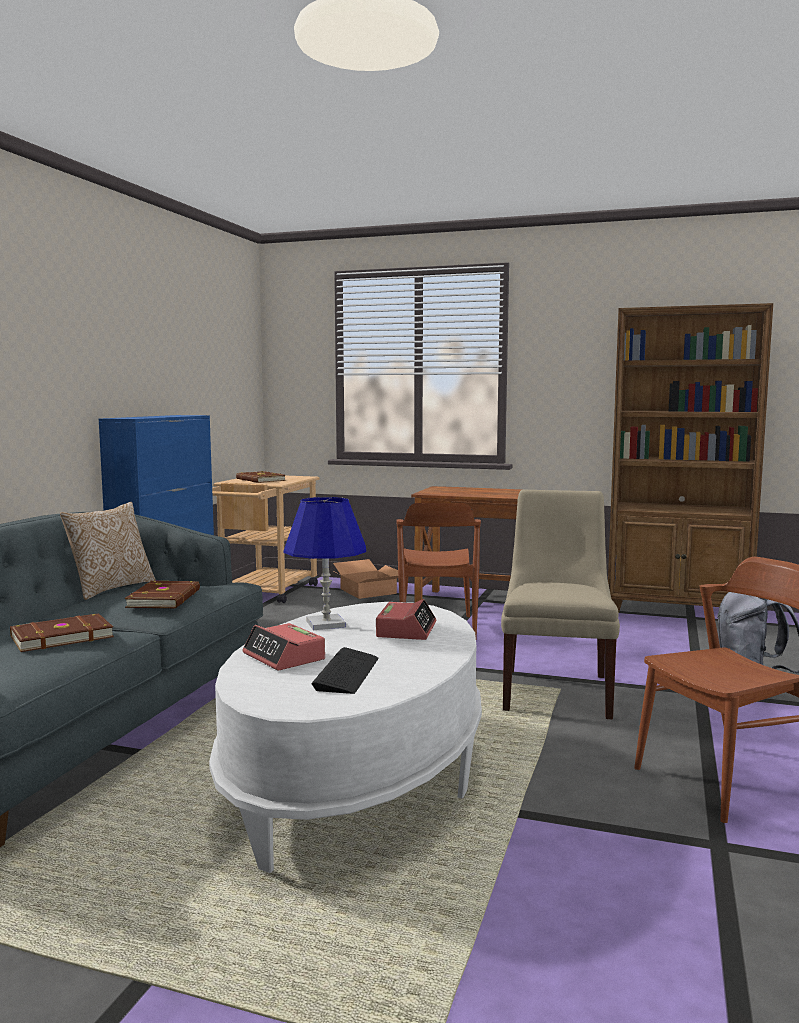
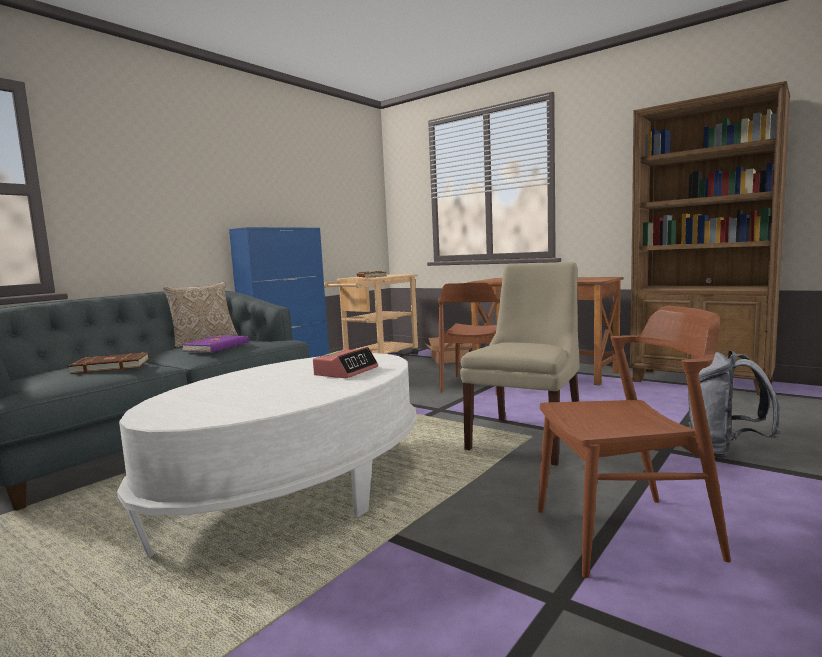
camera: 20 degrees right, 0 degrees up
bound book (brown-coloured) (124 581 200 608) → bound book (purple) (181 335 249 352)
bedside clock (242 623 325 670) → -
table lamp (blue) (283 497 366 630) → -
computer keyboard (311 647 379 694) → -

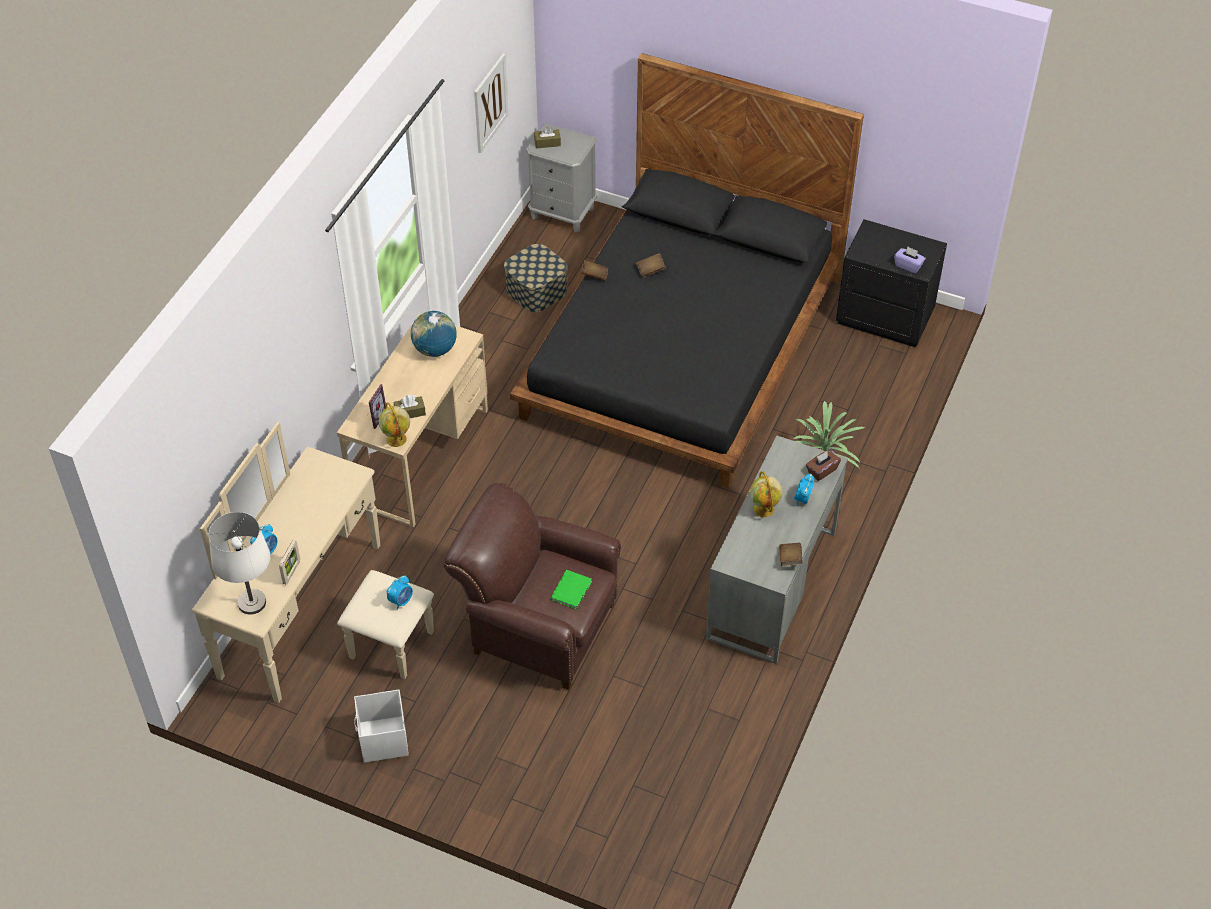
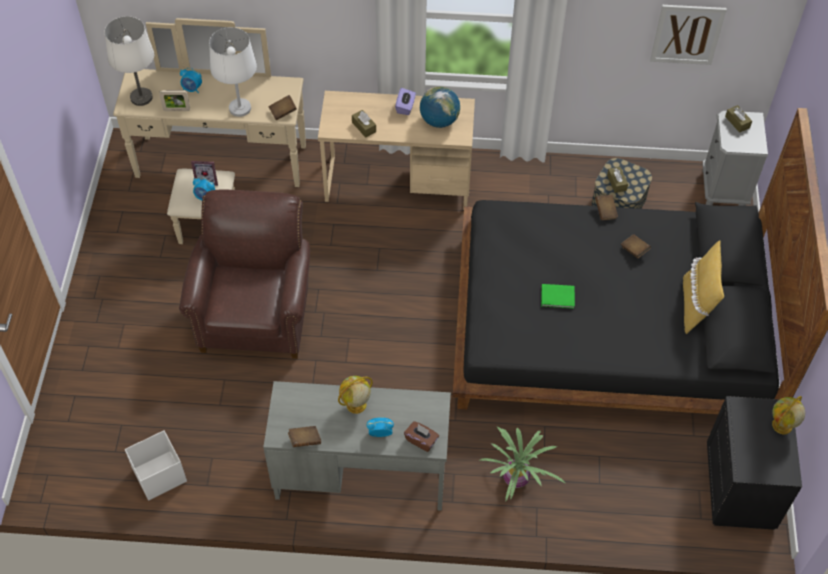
camera: 70 degrees right, 5 degrees up
storage box (whitish) (354 690 409 763) → storage box (whitish) (125 430 187 501), move
standing frame (369 384 386 429) → standing frame (191 161 218 186), move
globe (379 402 410 447) → globe (772 396 805 434), move
bound book (green-coloured) (551 570 592 610) → bound book (green-coloured) (541 284 575 309), move
tissue box (purple) (894 246 926 274) → tissue box (purple) (395 88 416 115), move
- → table lamp (whitish) (209 27 257 117)
- → bound book (brown-coloured) (269 95 297 120)
- → tissue box (brown-coloured) (607 167 628 193)
- → pillow (yellow) (683 240 724 334)

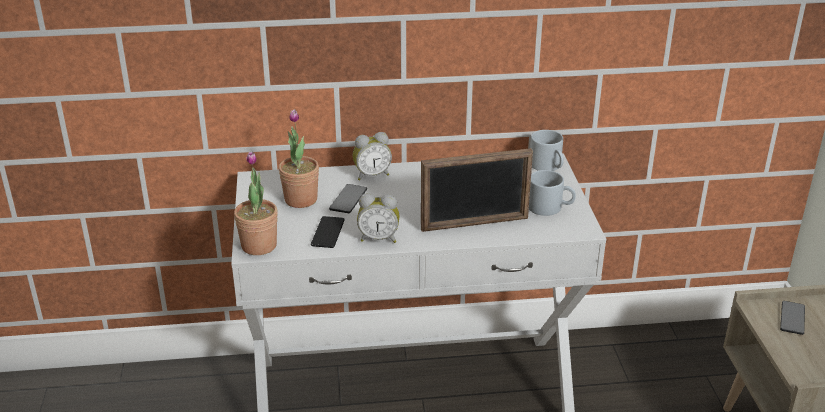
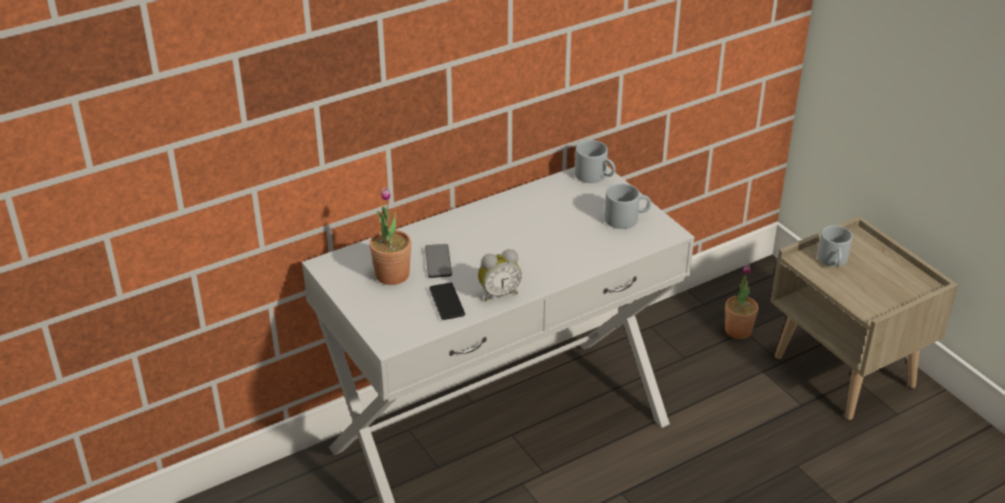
camera: 25 degrees left, 5 degrees up
houseplant (234 151 278 255) → houseplant (725 265 758 339), move
bedside clock (353 132 392 181) → -
standing frame (421 148 533 232) → -
handset (780 301 805 335) → coffee mug (greyish) (817 225 852 267)

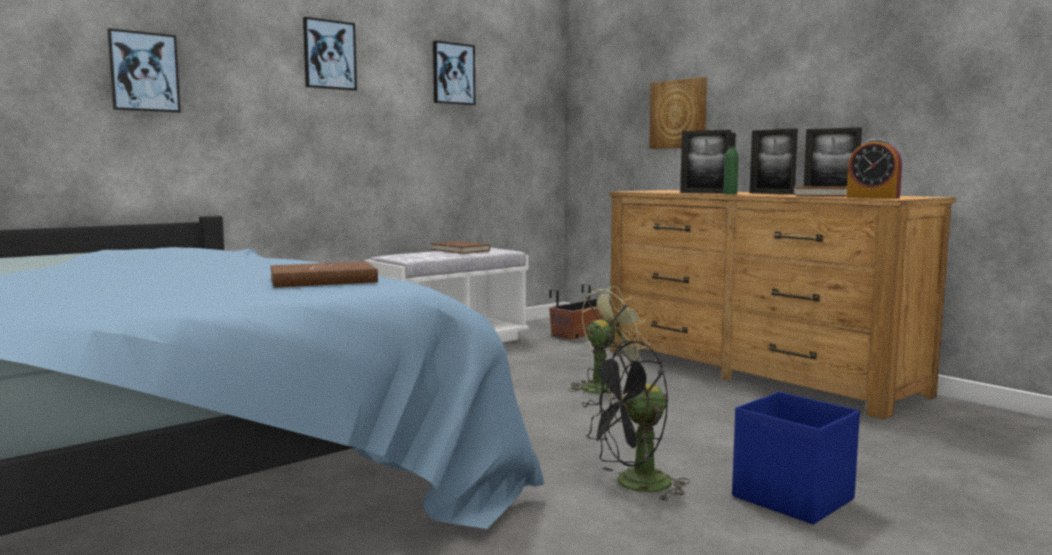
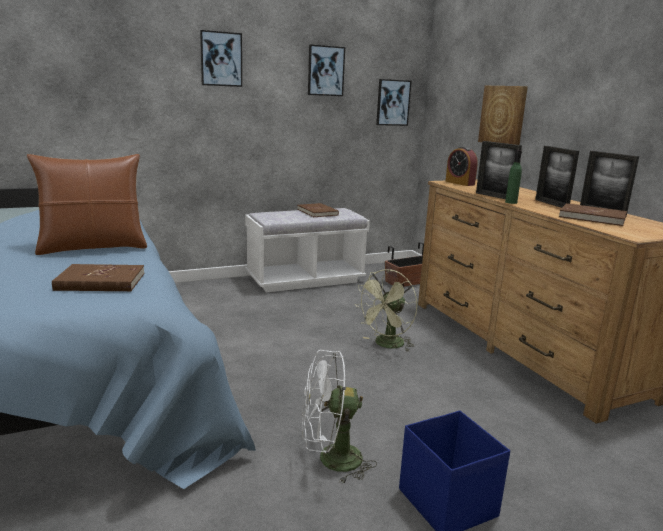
camera: 15 degrees right, 10 degrees up
wall picture (107 28 181 113) → wall picture (376 79 412 126), move
fan (green-coloured) (569 286 650 394) → fan (green-coloured) (355 269 417 351), 150 degrees clockwise
fan (blackish) (582 341 690 501) → fan (whitish) (302 350 377 483)
bedside clock (846 139 902 199) → bedside clock (445 147 478 186), move
- → pillow (brown-coloured) (27 154 147 255)

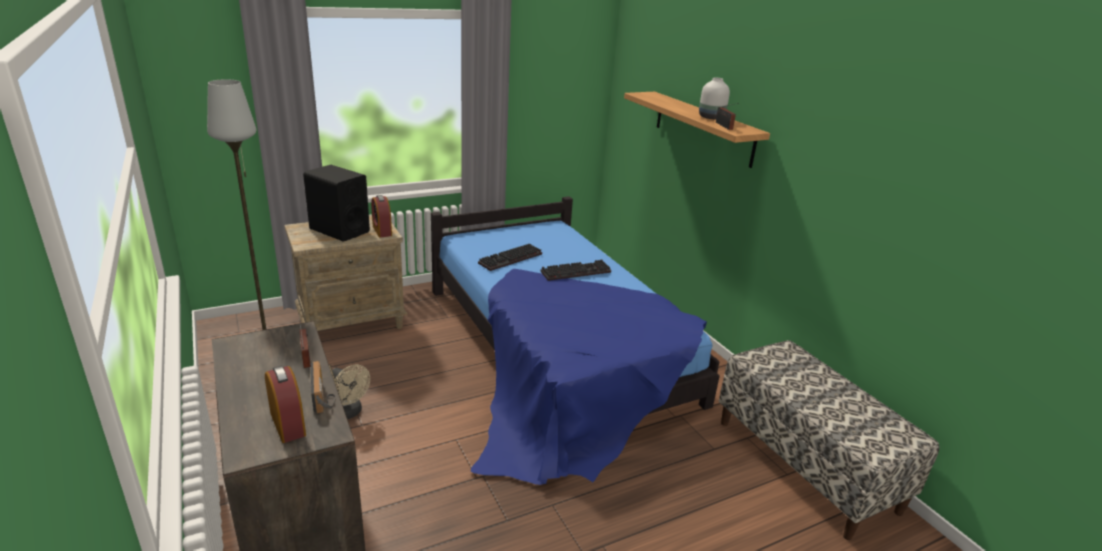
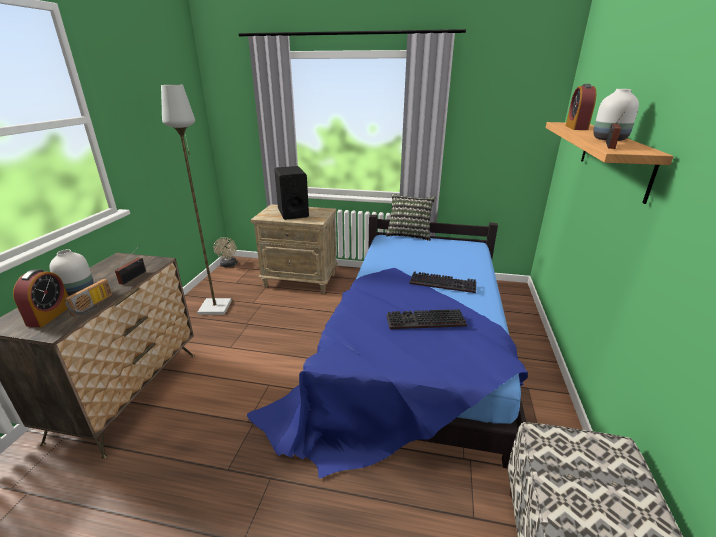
camera: 40 degrees right, 0 degrees up
fan (sand-coloured) (332 365 370 419) → fan (sand-coloured) (213 237 237 267), move
bedside clock (371 195 392 238) → bedside clock (566 84 596 130), move
computer keyboard (478 244 542 271) → computer keyboard (387 309 467 329), move
- → vase (whitish) (50 249 93 296)
- → pillow (386 194 436 241)

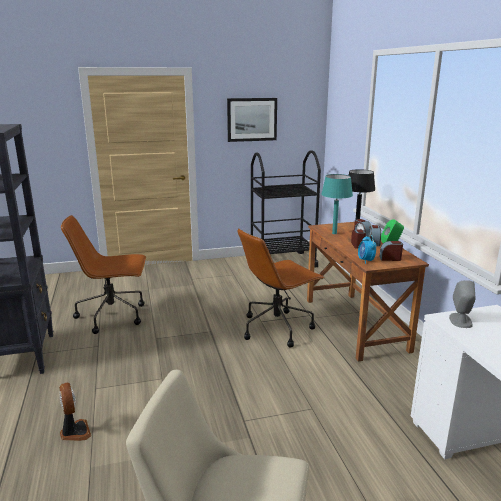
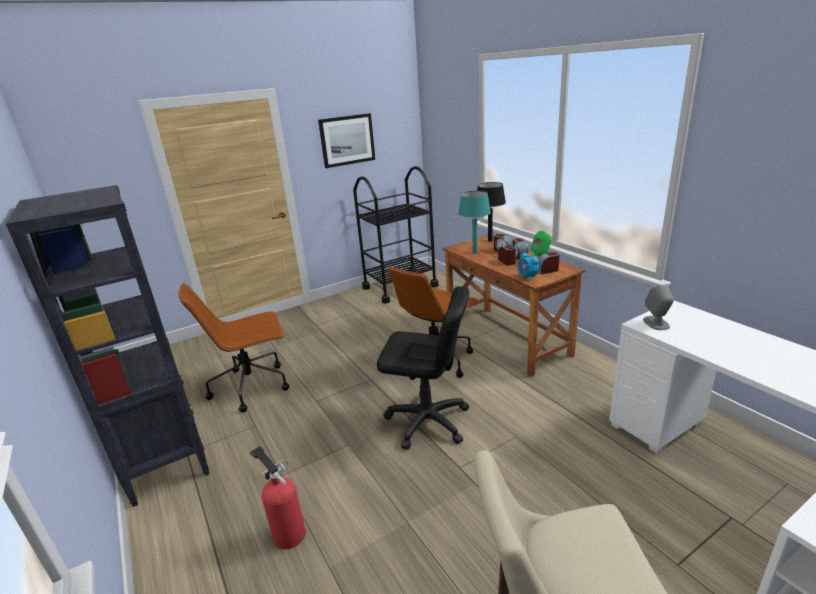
camera: 15 degrees left, 5 degrees up
fan (59 383 91 441) → fire-fighting cylinder (250 446 306 549)
- → office chair (blackish) (377 286 469 450)

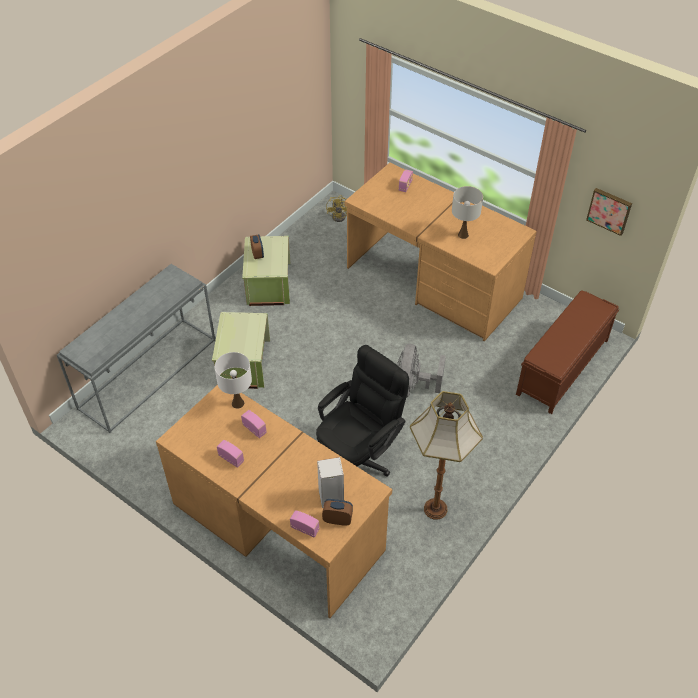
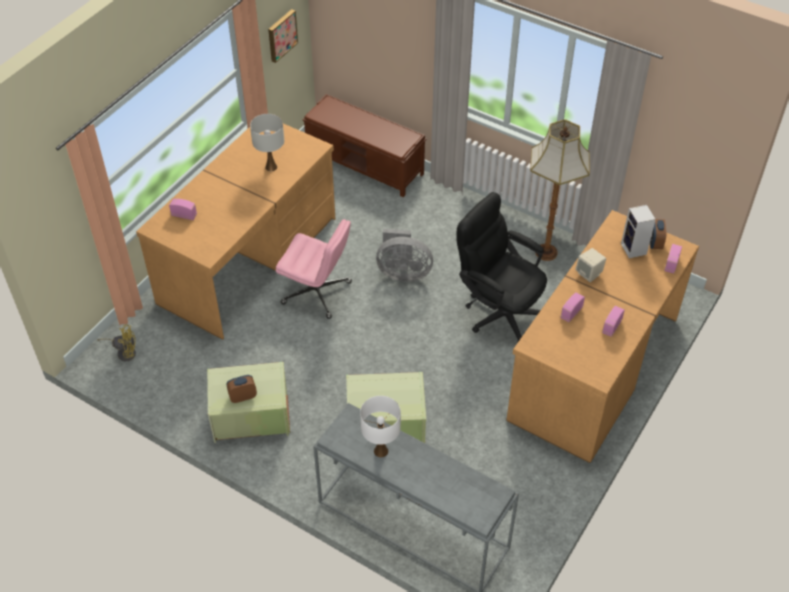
camera: 95 degrees left, 0 degrees up
table lamp (whitish) (215 352 252 409) → table lamp (whitish) (360 396 401 458), move
- → office chair (pinkish) (276 219 352 319)
- → audio speaker (sand-coloured) (575 248 606 282)

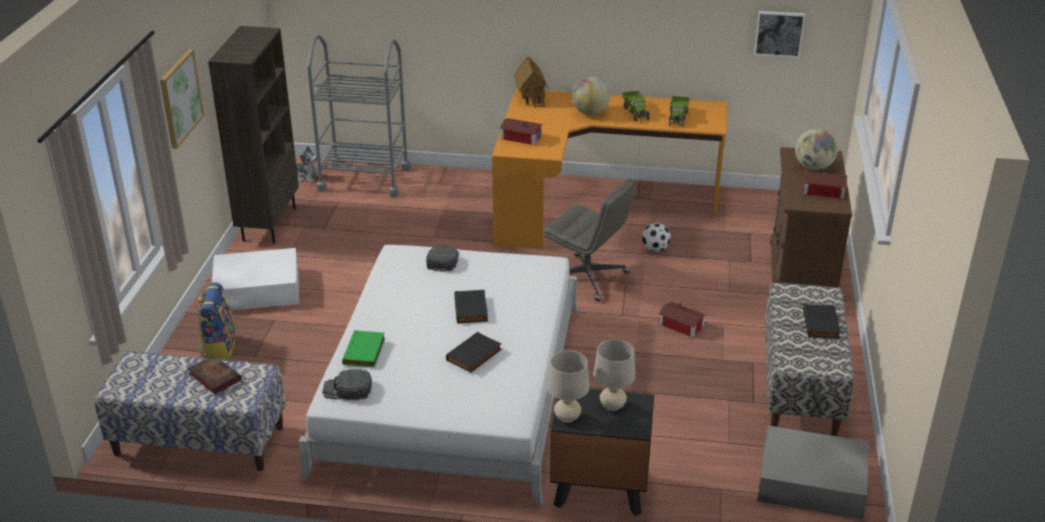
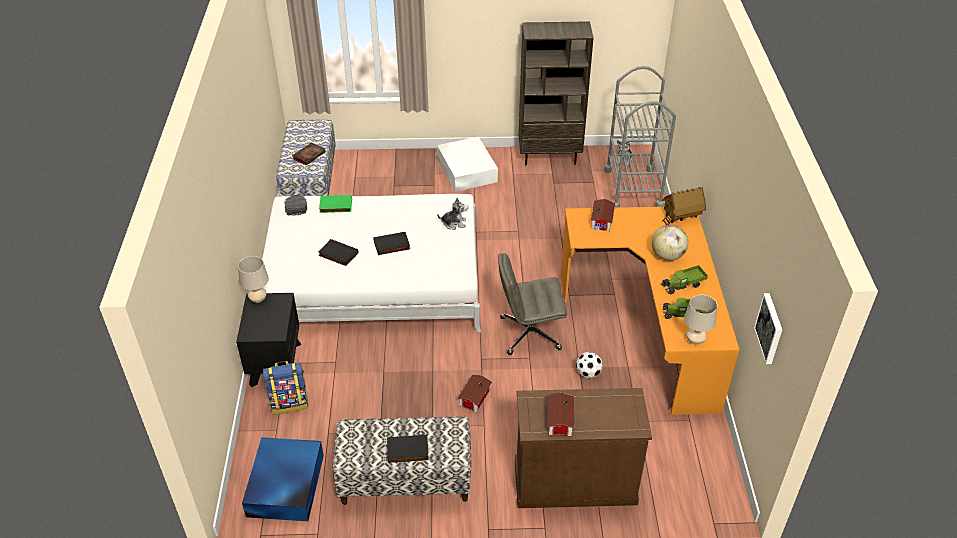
camera: 80 degrees right, 10 degrees up
wall picture (160 49 204 149) → -
backpack (197 282 236 360) → backpack (263 361 308 414), move
cap (blackish) (426 246 459 272) → plush toy (437 198 468 230)
office chair (greyish) (543 178 636 301) → office chair (greyish) (498 253 567 355), 60 degrees clockwise
table lamp (sand-coloured) (593 339 636 411) → table lamp (sand-coloured) (684 295 717 345), move
storage box (greyish) (757 425 869 519) → storage box (blue) (242 437 324 521)
globe (795 128 838 170) → -

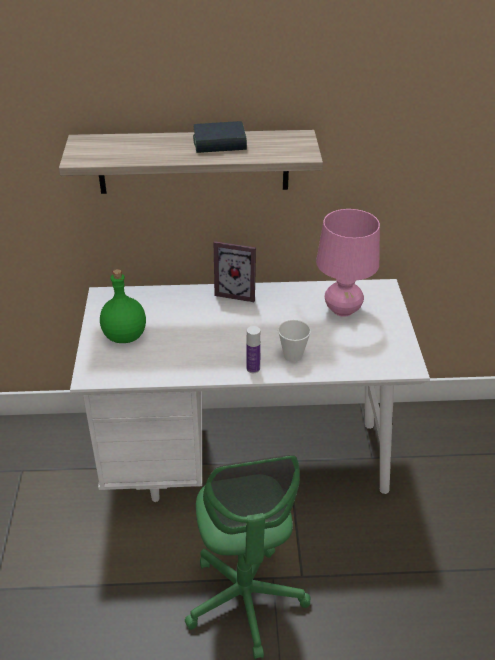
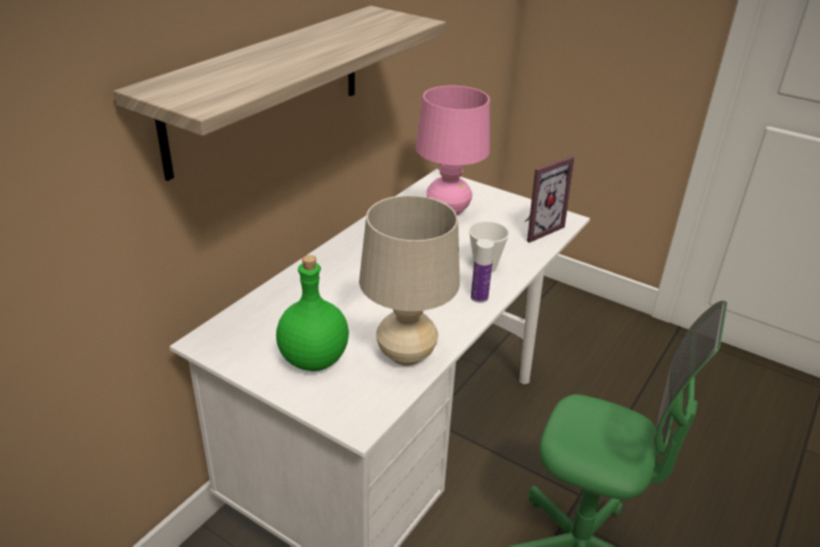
camera: 55 degrees left, 5 degrees down
bound book (193 121 247 153) → -
standing frame (214 241 256 302) → standing frame (525 156 575 243), move
- → table lamp (sand-coloured) (359 195 460 366)

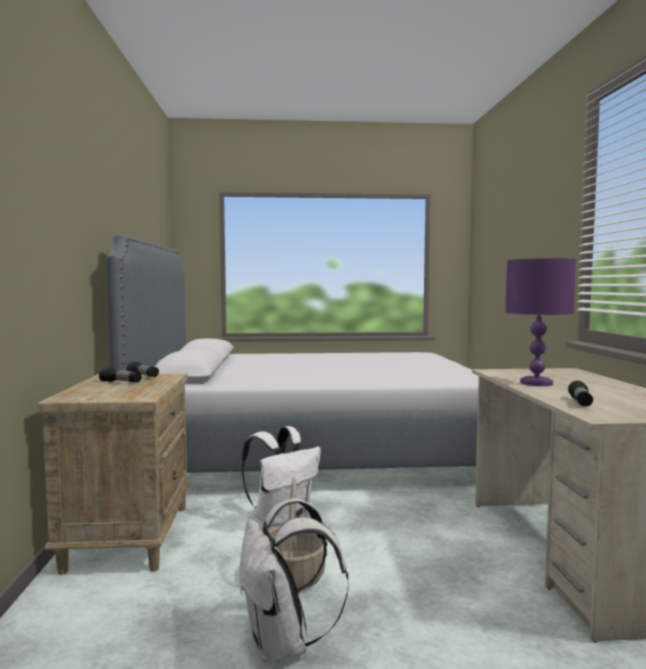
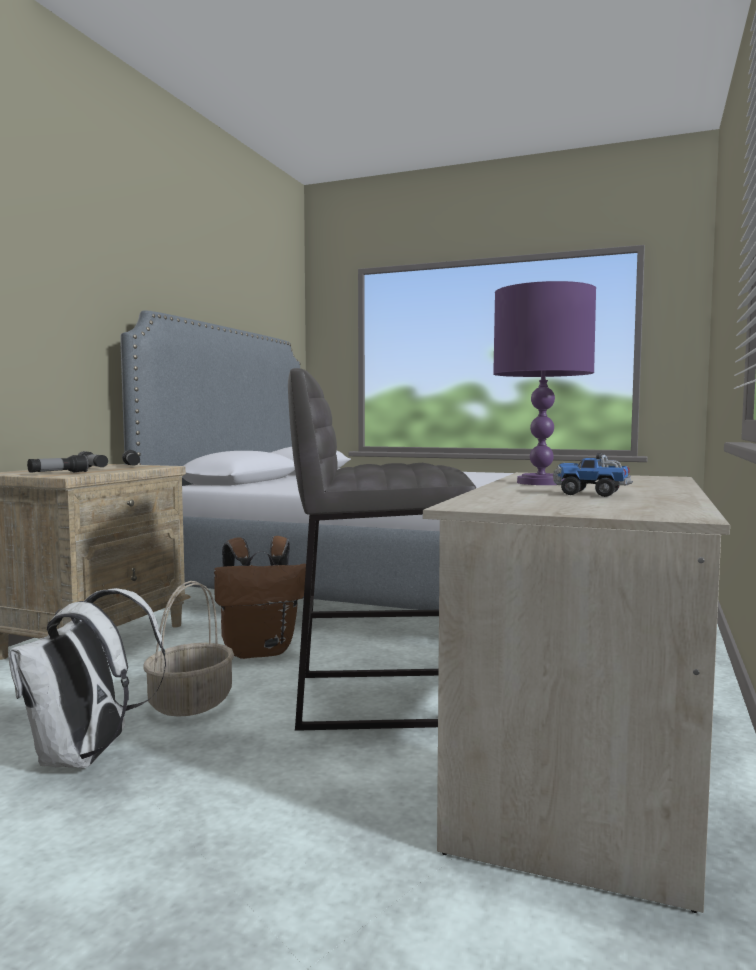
camera: 25 degrees right, 0 degrees up
backpack (whitish) (242 426 321 528) → backpack (brown-coloured) (214 536 306 659)
torch (568 380 593 407) → torch (27 455 89 473), move
- → stool (greyish) (288 368 476 730)
- → toy truck (553 453 633 497)

